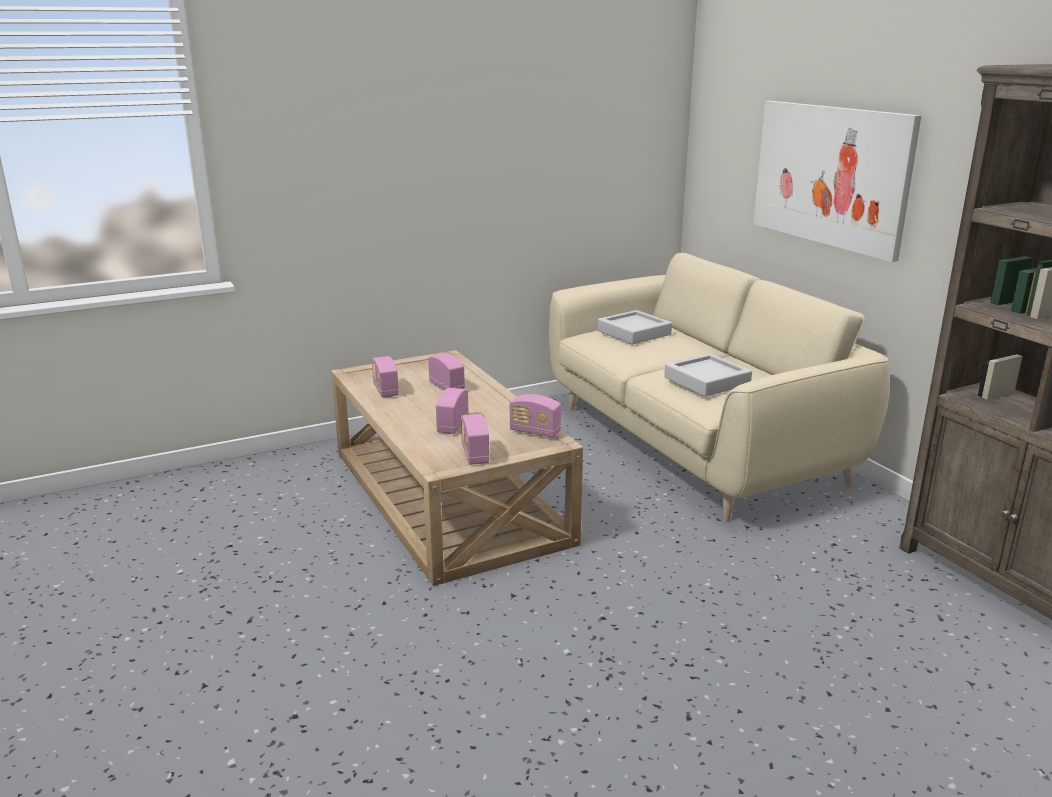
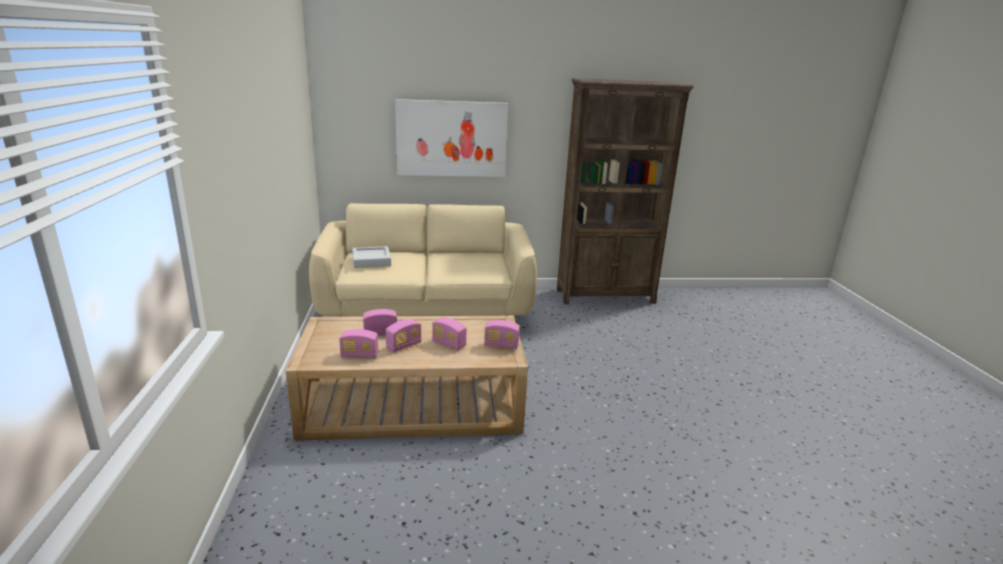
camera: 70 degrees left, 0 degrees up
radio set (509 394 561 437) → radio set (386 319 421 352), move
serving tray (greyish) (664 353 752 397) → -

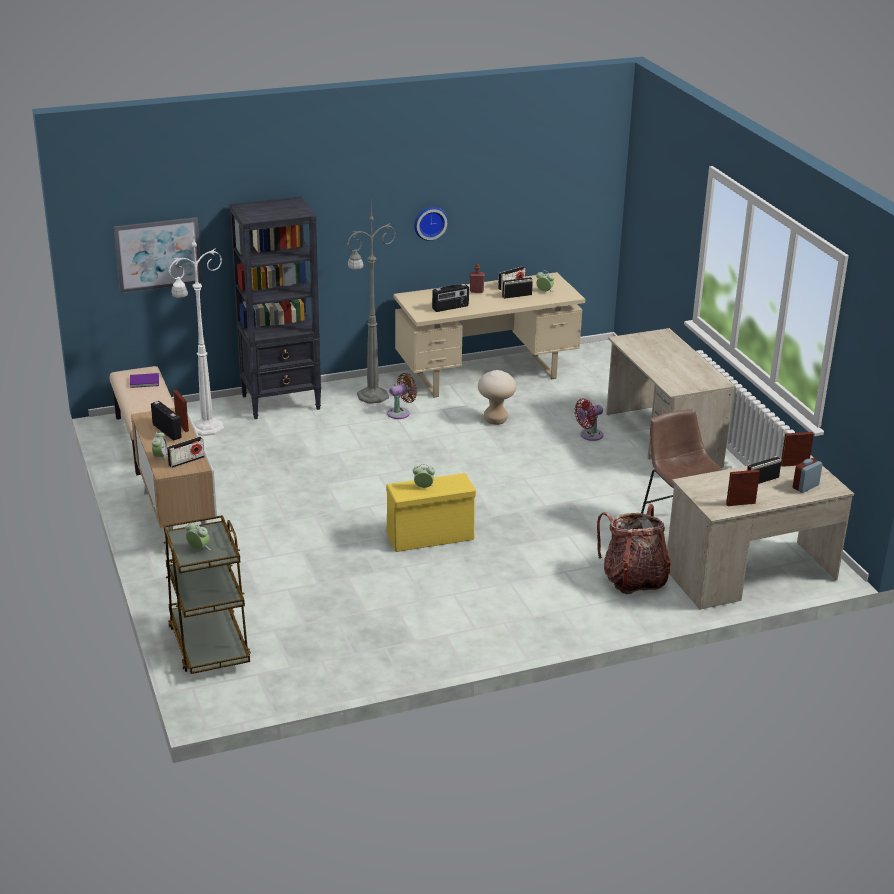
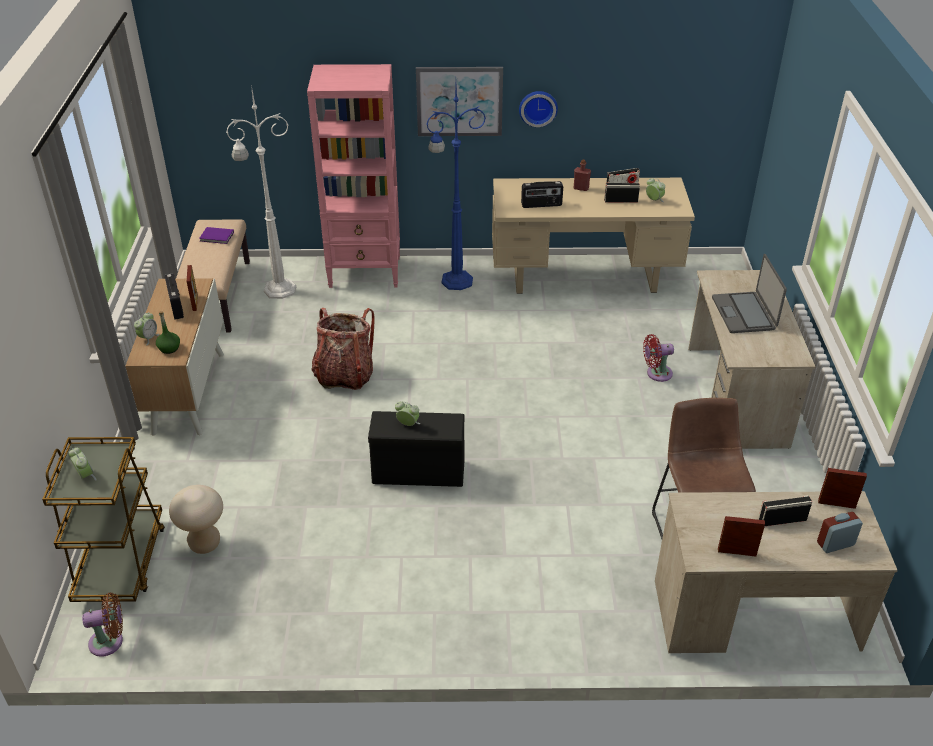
camera: 20 degrees right, 10 degrees up
wall picture (114 217 202 293) → wall picture (416 67 503 136), move
radio set (167 436 205 468) → beverage bottle (green-coloured) (156 311 180 354)
bookcase (blackish) (230 196 321 419) → bookcase (pinkish) (307 64 400 288)
floor lamp (greyish) (347 201 396 404) → floor lamp (blue) (426 86 486 290)
storage box (yellow) (386 473 476 552) → storage box (blackish) (368 411 465 487)
fan (brown-coloured) (387 373 417 419) → fan (brown-coloured) (82 593 123 657), move
stool (sand-coloured) (478 370 516 425) → stool (sand-coloured) (169 485 223 554), move
backpack (597 504 670 594) → backpack (312 308 375 390), move
- → notebook computer (712 254 787 333)

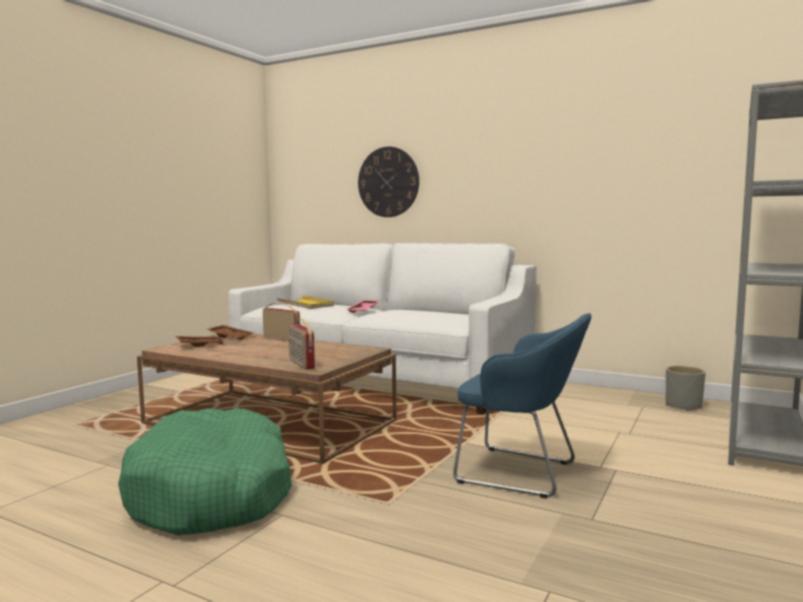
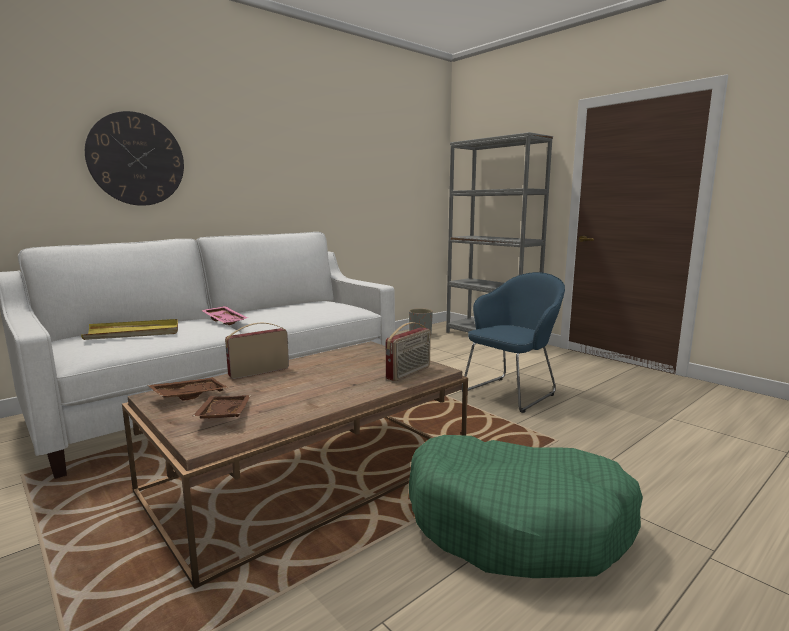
camera: 70 degrees left, 5 degrees up
radio set (289 318 315 370) → radio set (386 322 431 381), 45 degrees counterclockwise

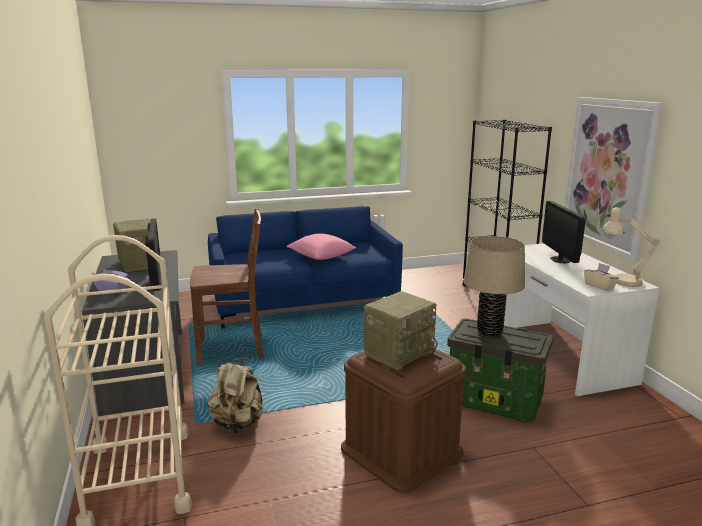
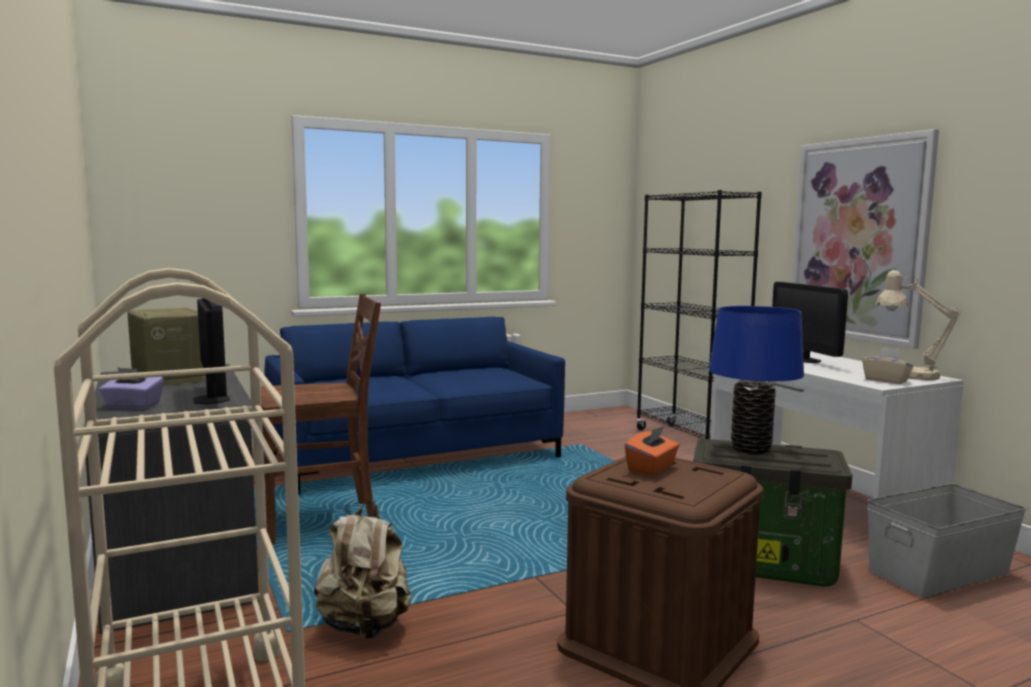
camera: 10 degrees left, 10 degrees down
pillow (pinkish) (287 234 356 260) → -
radio set (364 291 438 370) → tissue box (orangey) (625 425 679 476)
table lamp (sand-coloured) (463 236 525 336) → table lamp (blue) (709 306 804 455)
- → storage box (greyish) (867 484 1026 598)

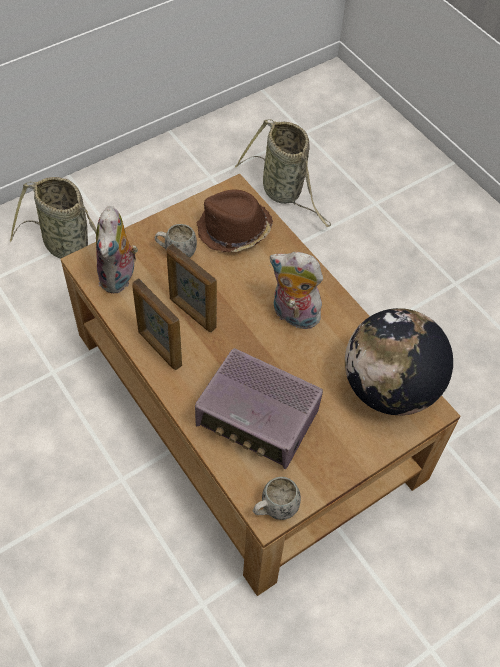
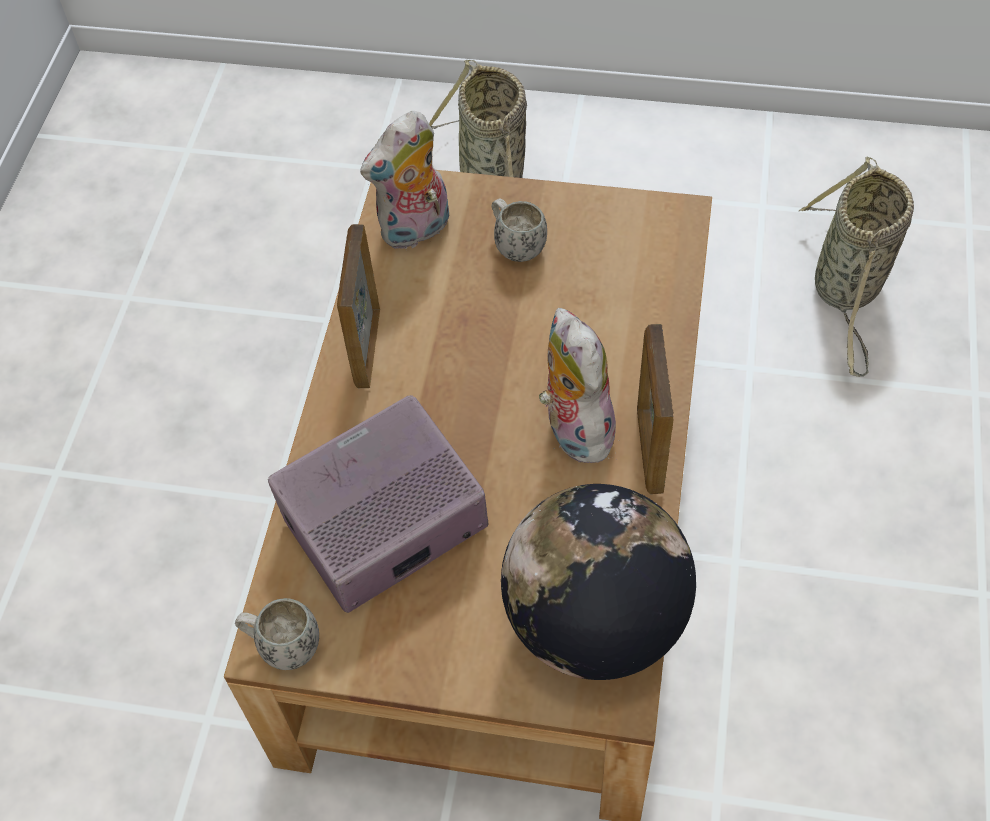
camera: 50 degrees right, 0 degrees up
standing frame (166 244 217 332) → standing frame (637 324 674 494), move
radio set (195 348 323 469) → radio set (268 395 489 613), 75 degrees clockwise
hat (brown-coloured) (197 189 273 252) → -

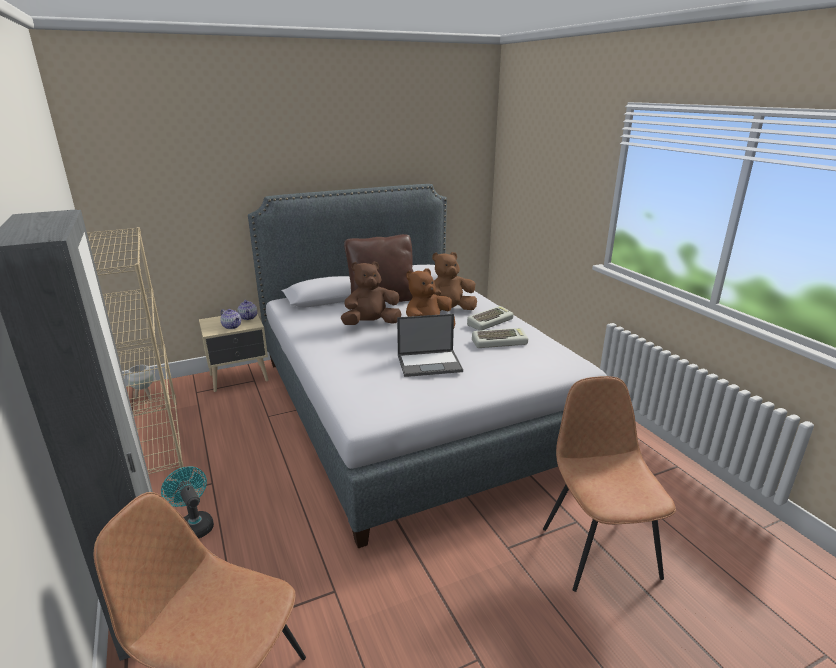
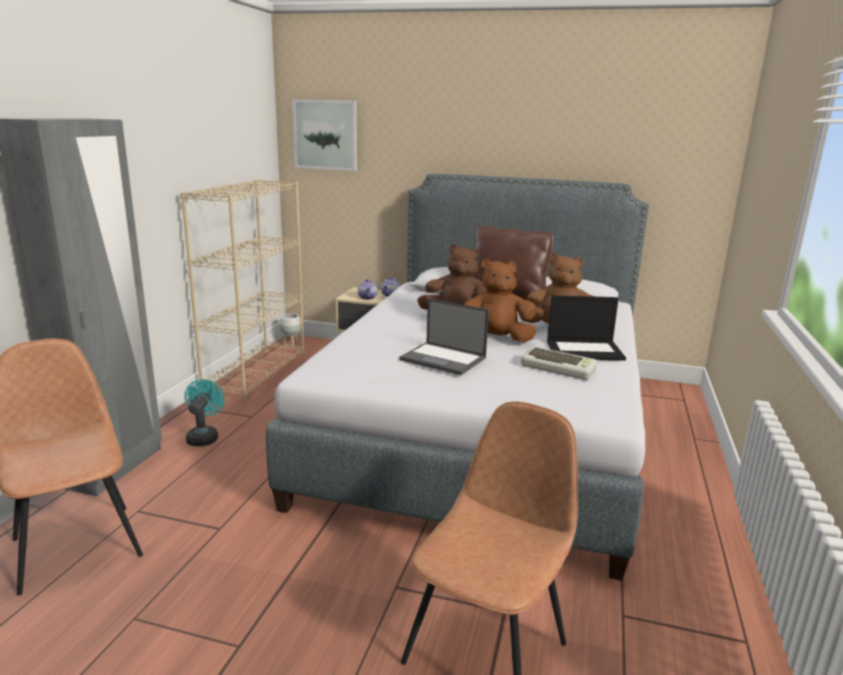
camera: 40 degrees right, 5 degrees down
computer keyboard (467 306 514 331) → notebook computer (547 295 626 361)
- → wall picture (292 99 357 171)

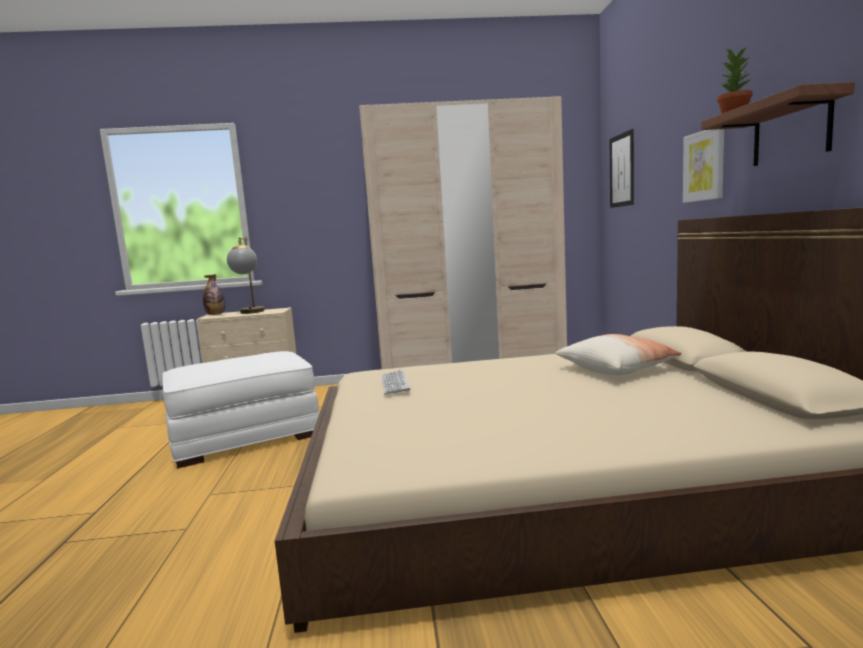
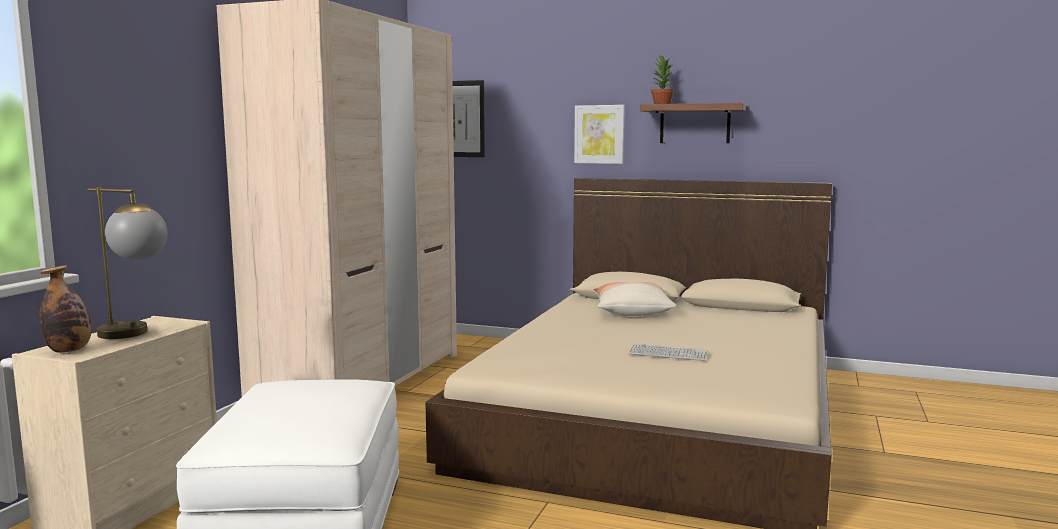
camera: 65 degrees left, 0 degrees up
computer keyboard (381 370 410 394) → computer keyboard (629 344 707 361), move

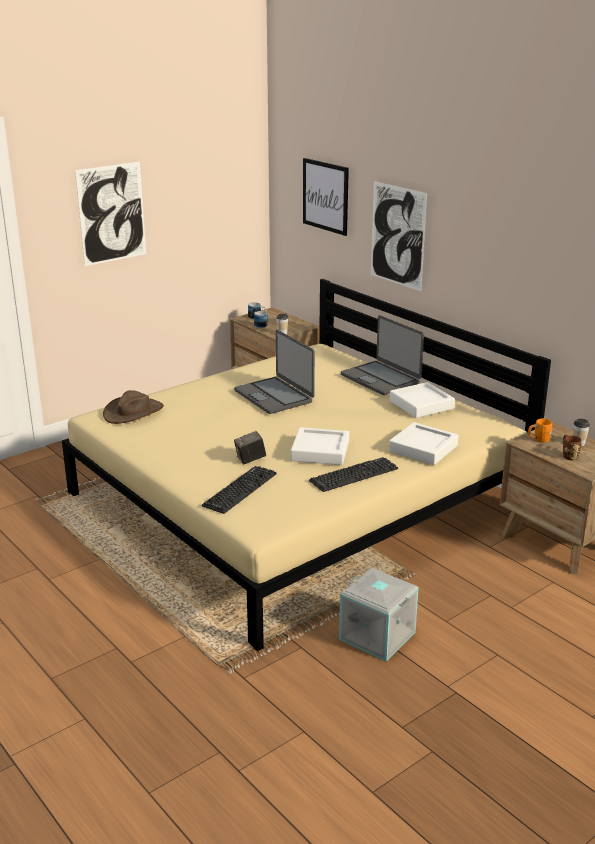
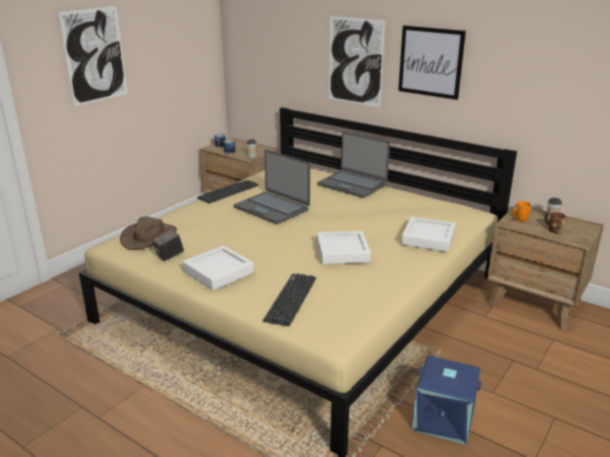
camera: 15 degrees left, 0 degrees up
still camera (234 431 266 464) → still camera (153 229 184 261), move
wall picture (303 158 349 236) → wall picture (398 25 466 100), move
computer keyboard (309 457 398 492) → computer keyboard (197 180 259 203), move
storage box (greyish) (339 568 419 662) → storage box (blue) (412 356 481 445)
serving tray (whitish) (390 382 455 418) → serving tray (whitish) (183 245 254 291), move

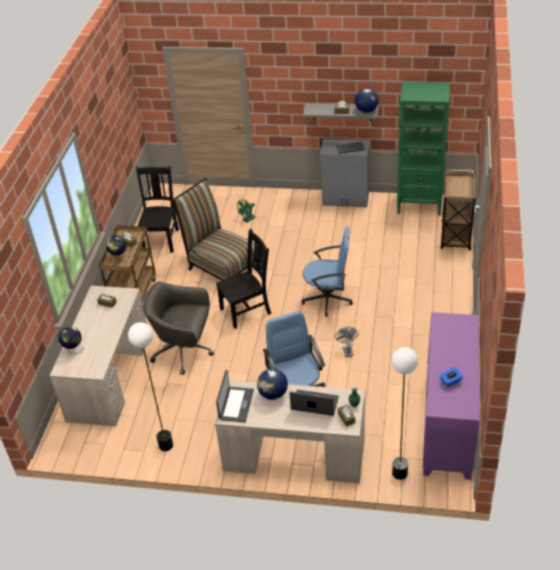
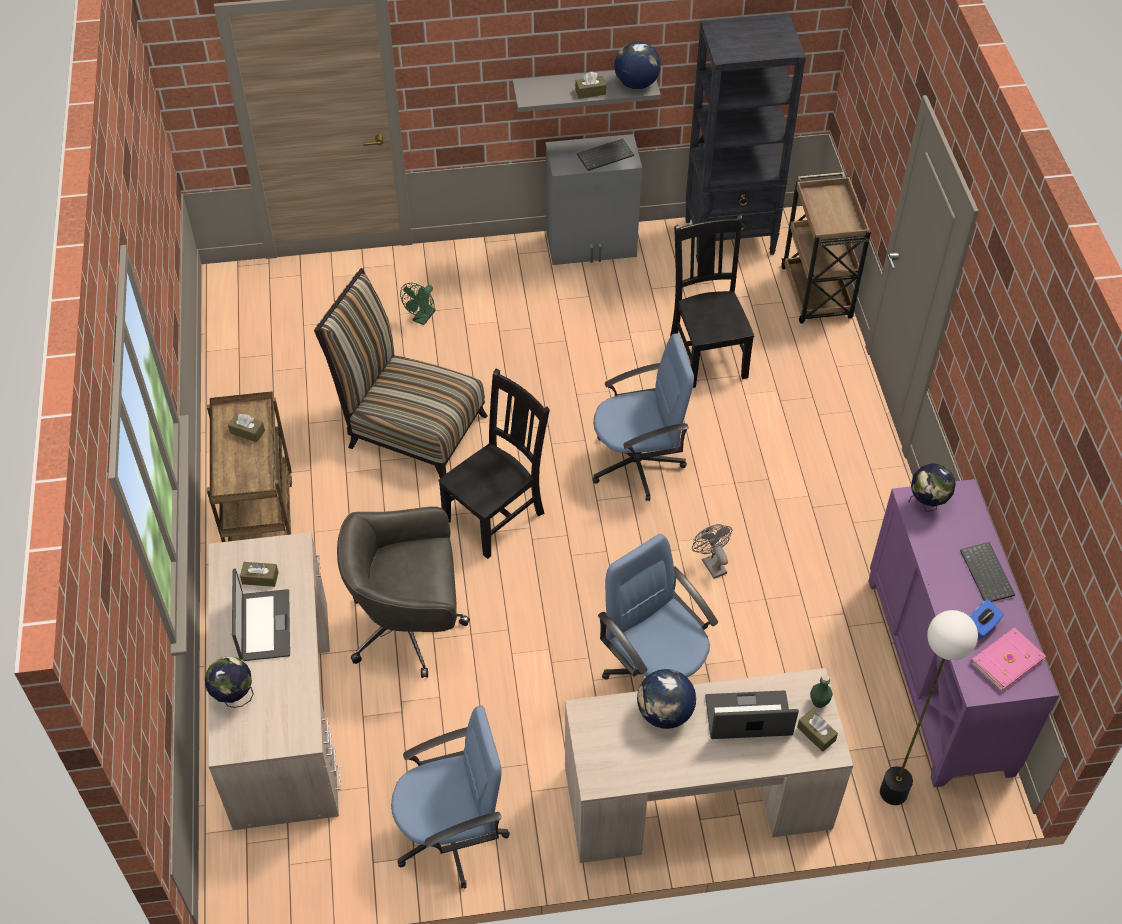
camera: 20 degrees left, 10 degrees up
globe (106 235 126 260) → globe (909 463 956 512), move
floor lamp (128 322 173 451) → office chair (blue) (391 705 510 889)
plain chair (blackish) (136 166 179 253) → plain chair (blackish) (670 215 754 388), move
notebook computer (216 370 254 422) → notebook computer (232 568 290 661), move
bookcase (green-coloured) (397 82 450 216) → bookcase (blackish) (685 13 806 262)
- → computer keyboard (960 542 1015 602)
- → bound book (pinkish) (970 628 1046 692)

